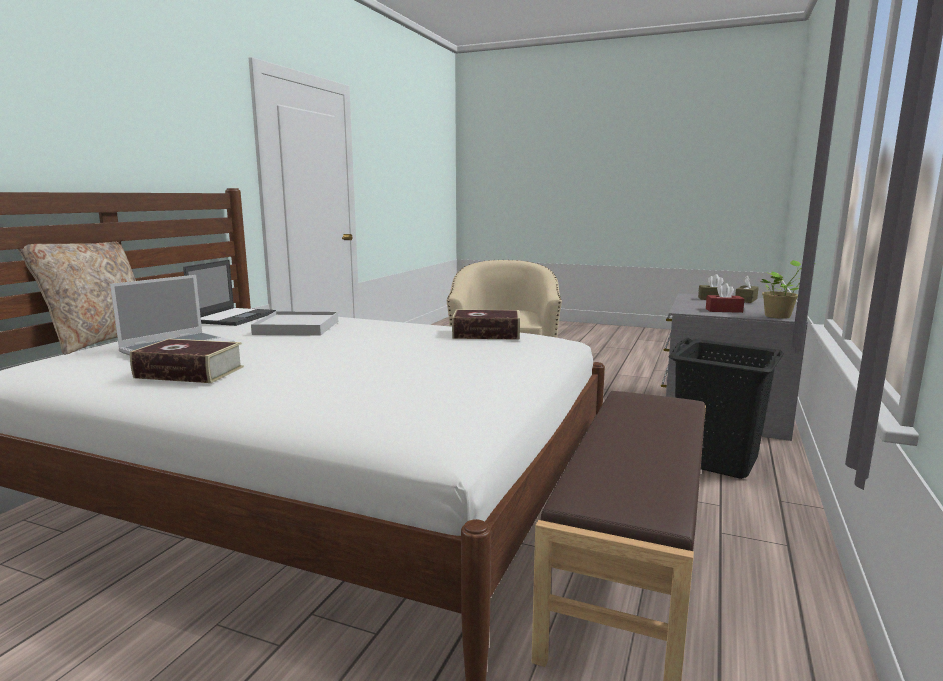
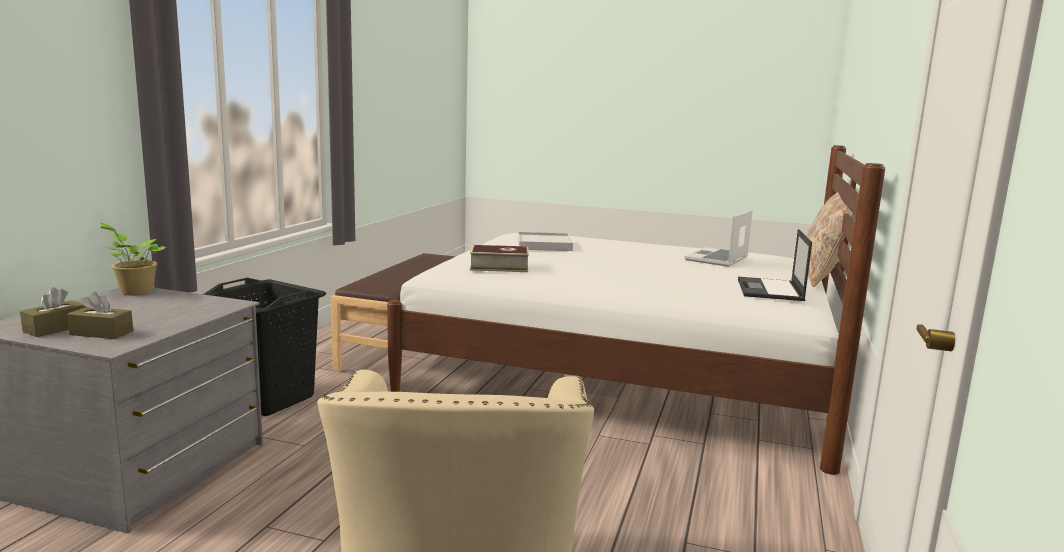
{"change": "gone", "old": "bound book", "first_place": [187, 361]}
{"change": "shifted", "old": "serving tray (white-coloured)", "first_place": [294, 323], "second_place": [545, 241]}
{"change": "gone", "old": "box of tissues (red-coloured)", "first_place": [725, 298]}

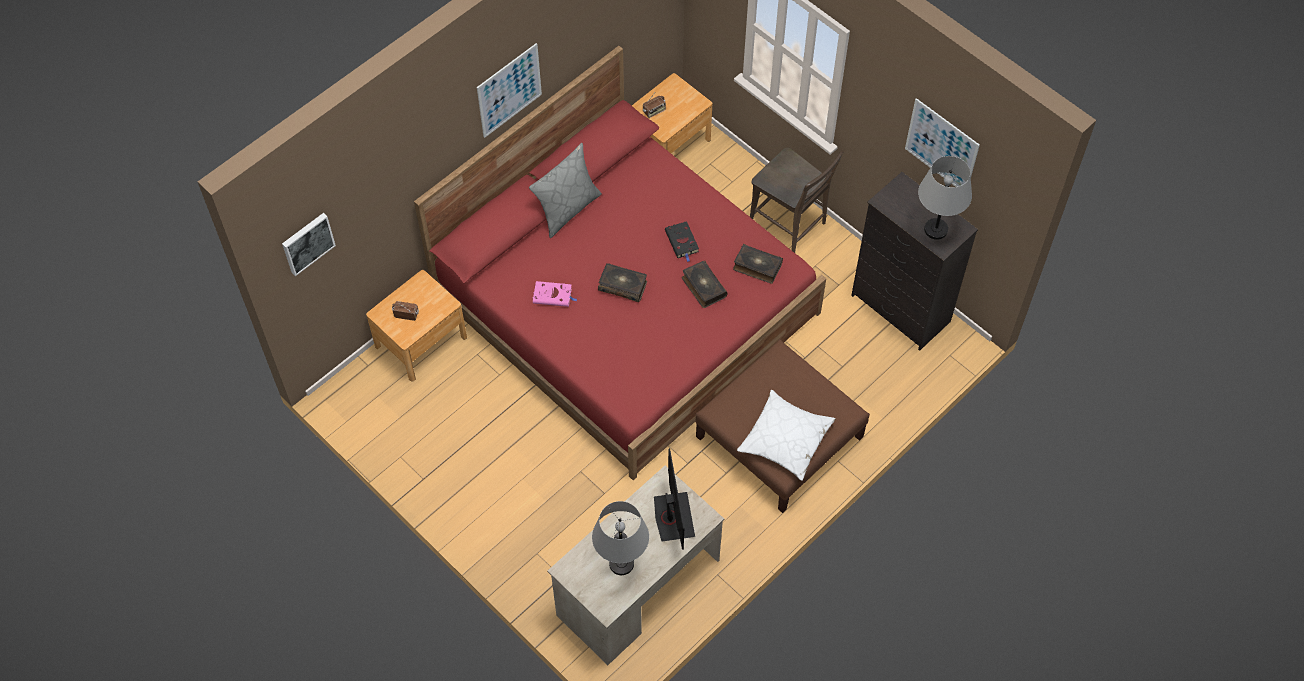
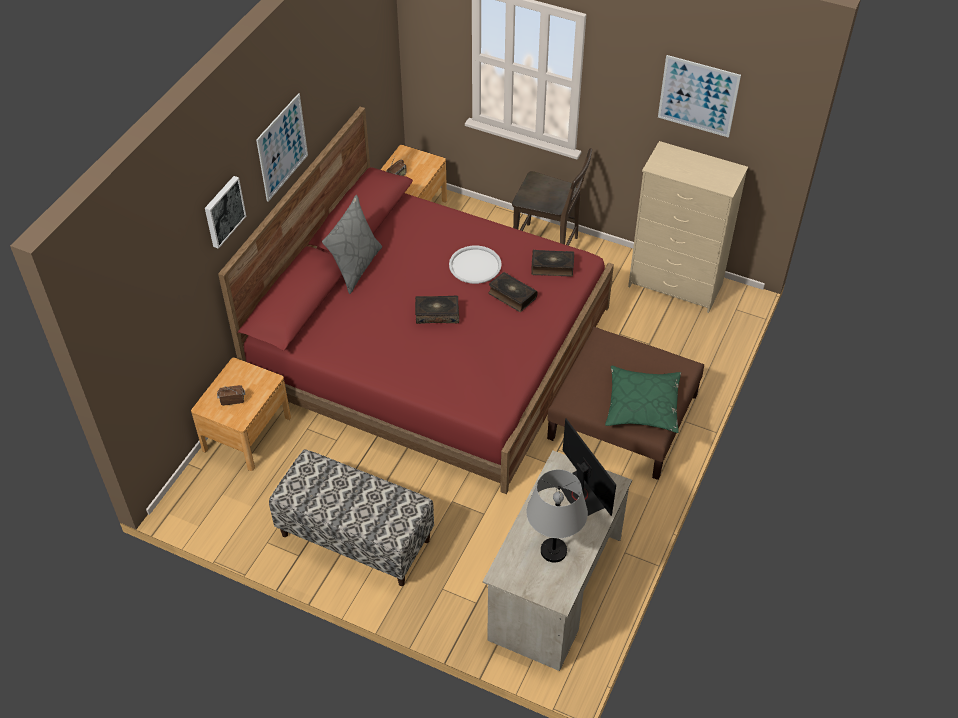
{"change": "shifted", "old": "wall picture", "first_place": [309, 244], "second_place": [225, 212]}
{"change": "gone", "old": "bound book (pink-coloured)", "first_place": [555, 294]}
{"change": "swapped", "old": "bound book (black)", "new": "serving tray (white-coloured)", "first_place": [682, 241], "second_place": [475, 265]}
{"change": "repainted", "old": "cushion (white-coloured)", "new": "cushion (green)", "first_place": [786, 435], "second_place": [643, 399]}
{"change": "repainted", "old": "dresser (black)", "new": "dresser (sand-coloured)", "first_place": [914, 261], "second_place": [688, 227]}
{"change": "gone", "old": "tabletop lamp (grey)", "first_place": [945, 198]}
{"change": "new", "new": "bench", "second_place": [351, 517]}

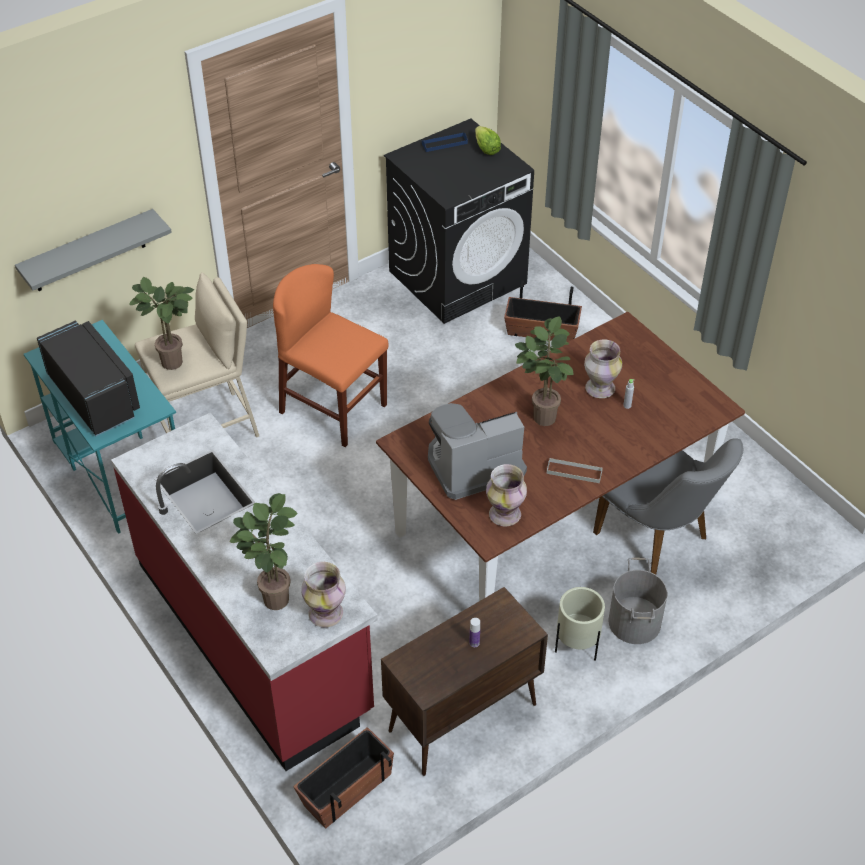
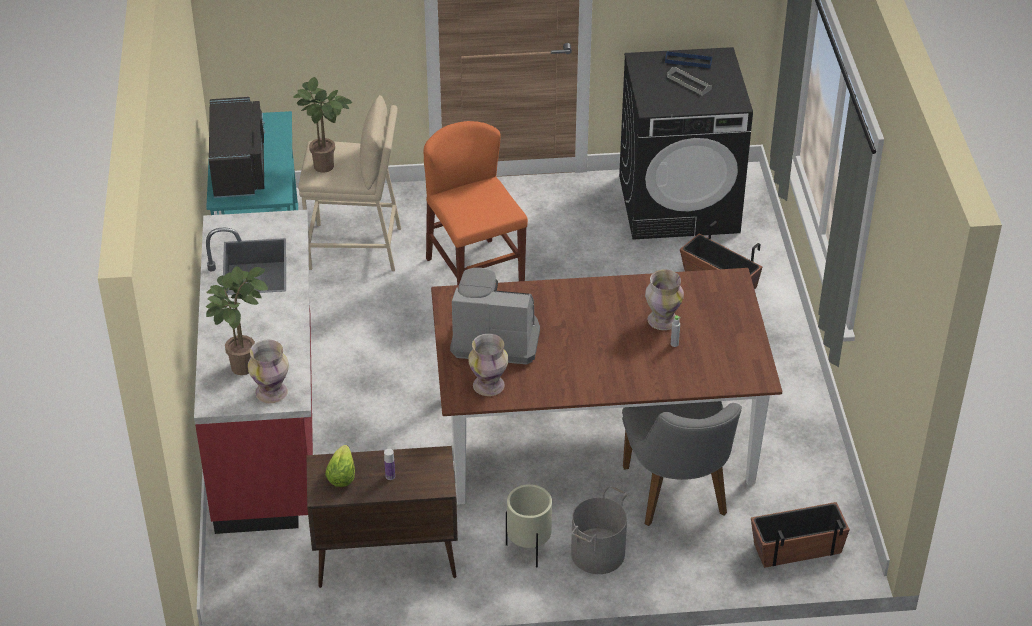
{"change": "gone", "old": "bracket shelf (grey)", "first_place": [93, 250]}
{"change": "shifted", "old": "flower pot", "first_place": [343, 778], "second_place": [800, 535]}
{"change": "shifted", "old": "lettuce", "first_place": [488, 140], "second_place": [340, 466]}
{"change": "gone", "old": "houseplant", "first_place": [544, 371]}
{"change": "shifted", "old": "serving tray (grey)", "first_place": [575, 470], "second_place": [689, 81]}

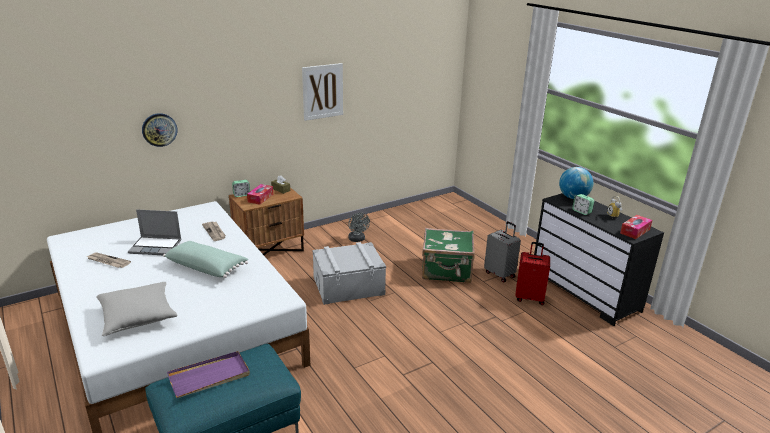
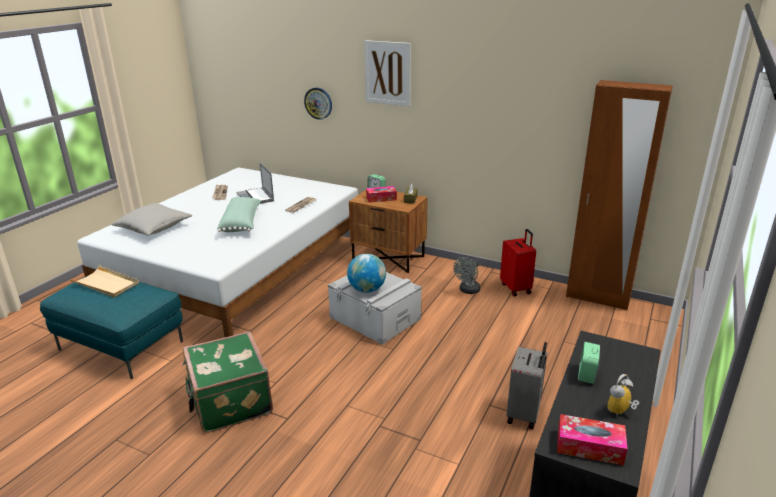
{"change": "repainted", "old": "serving tray (purple-coloured)", "new": "serving tray (sand-coloured)", "first_place": [208, 374], "second_place": [104, 281]}
{"change": "shifted", "old": "wall picture", "first_place": [322, 92], "second_place": [387, 73]}
{"change": "shifted", "old": "piece of luggage (green)", "first_place": [448, 255], "second_place": [227, 382]}
{"change": "shifted", "old": "piece of luggage (red-coloured)", "first_place": [532, 273], "second_place": [518, 262]}
{"change": "shifted", "old": "desk globe", "first_place": [576, 183], "second_place": [366, 273]}
{"change": "new", "new": "clothes cupboard (brown-coloured)", "second_place": [619, 195]}

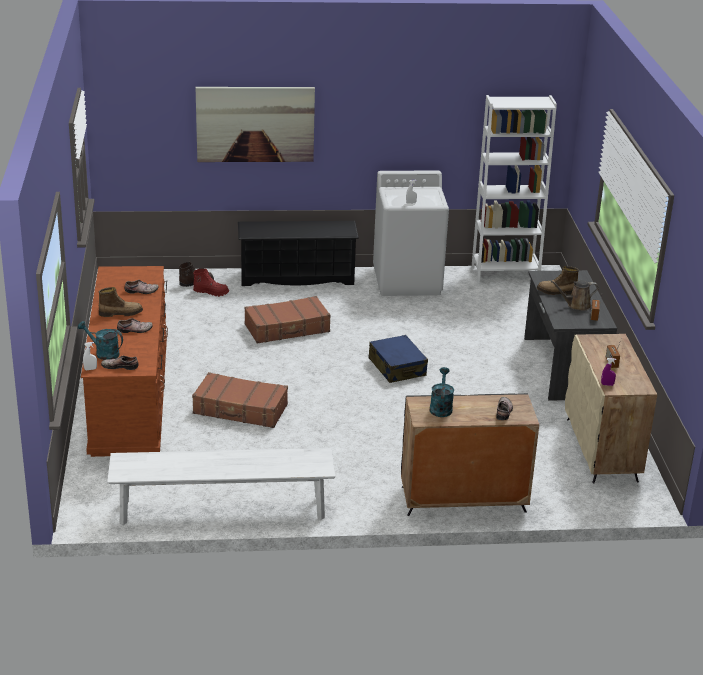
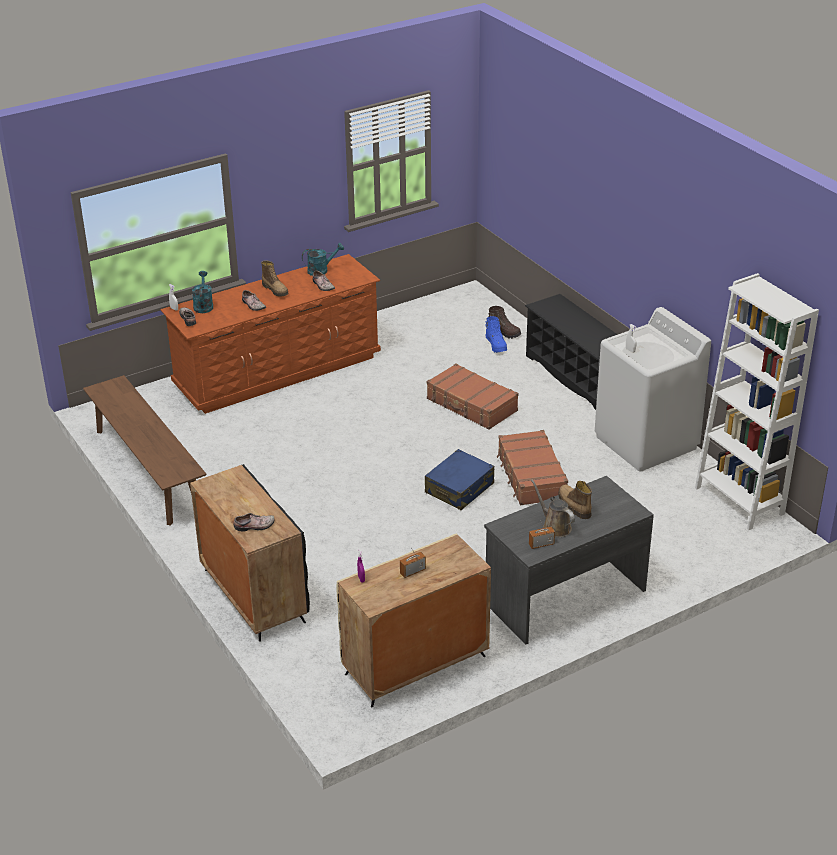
{"change": "repainted", "old": "bench (white-coloured)", "new": "bench (brown-coloured)", "first_place": [221, 486], "second_place": [144, 450]}
{"change": "shifted", "old": "piece of luggage (brown-coloured)", "first_place": [240, 400], "second_place": [532, 467]}
{"change": "repainted", "old": "boot (red-coloured)", "new": "boot (bluish)", "first_place": [211, 283], "second_place": [496, 334]}
{"change": "gone", "old": "wall picture", "first_place": [255, 124]}
{"change": "shifted", "old": "watering pot (turquoise-coloured)", "first_place": [442, 392], "second_place": [323, 259]}

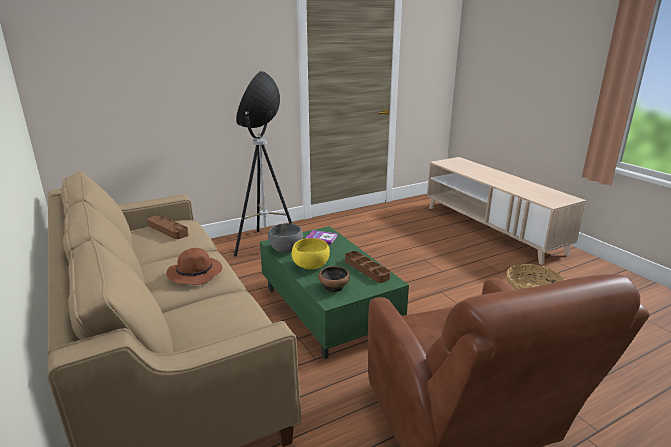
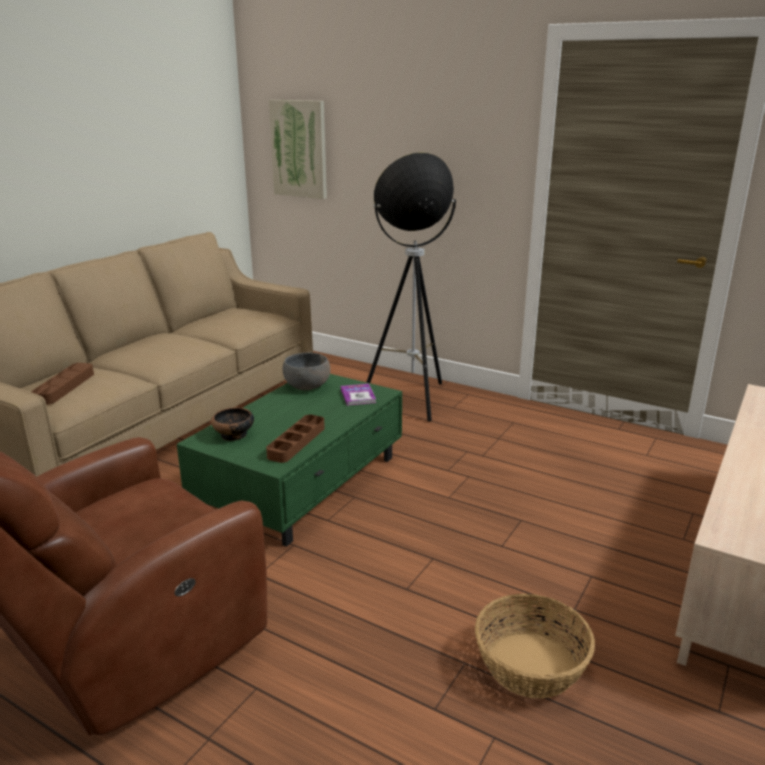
{"change": "shifted", "old": "serving tray (brown-coloured)", "first_place": [168, 227], "second_place": [62, 384]}
{"change": "gone", "old": "hat (brown-coloured)", "first_place": [194, 266]}
{"change": "gone", "old": "serving bowl (yellow-coloured)", "first_place": [311, 253]}
{"change": "new", "new": "wall picture", "second_place": [298, 149]}

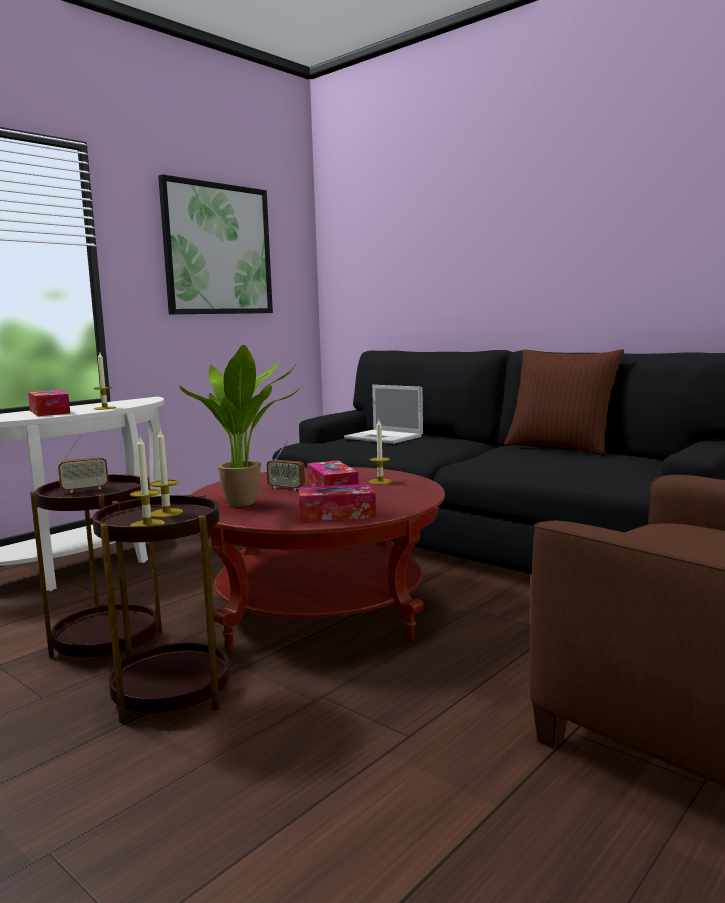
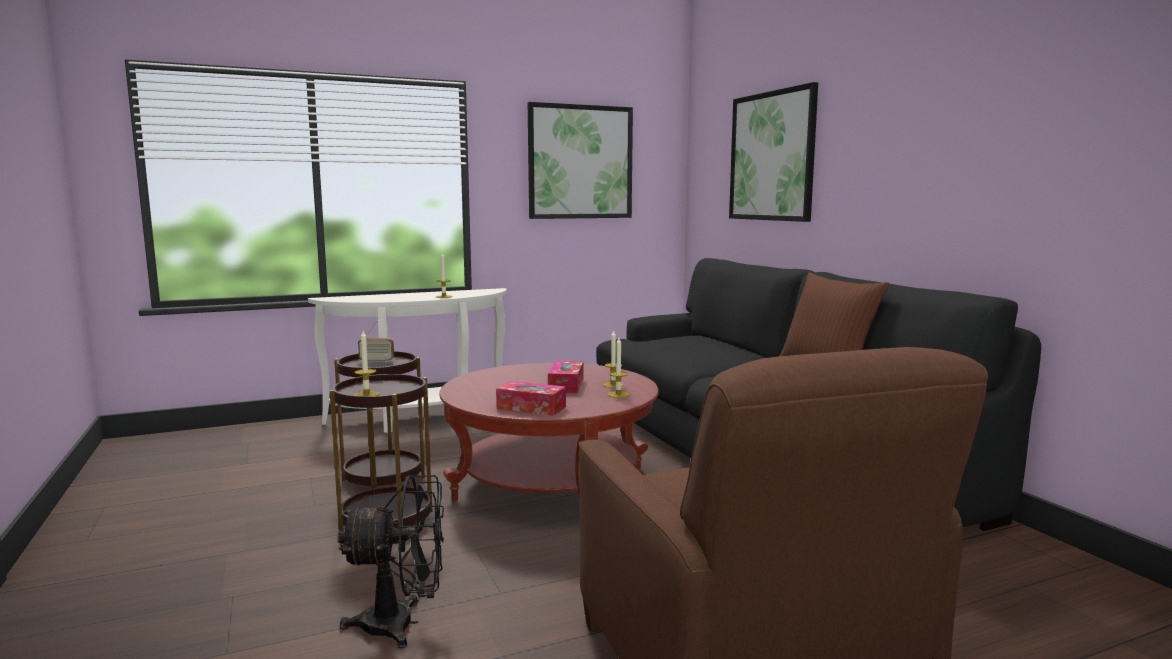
{"change": "gone", "old": "box of tissues", "first_place": [49, 403]}
{"change": "shifted", "old": "wax candle", "first_place": [166, 474], "second_place": [618, 368]}
{"change": "gone", "old": "houseplant", "first_place": [239, 426]}
{"change": "gone", "old": "radio set", "first_place": [286, 465]}
{"change": "gone", "old": "portable computer", "first_place": [383, 414]}
{"change": "new", "new": "fan (black)", "second_place": [390, 561]}
{"change": "new", "new": "wall picture", "second_place": [773, 152]}

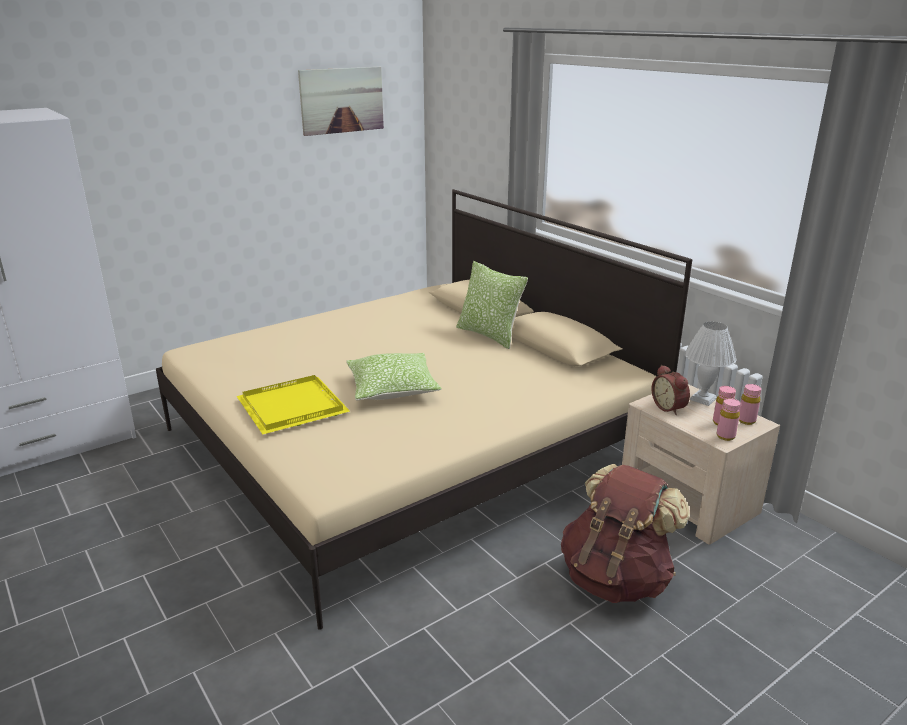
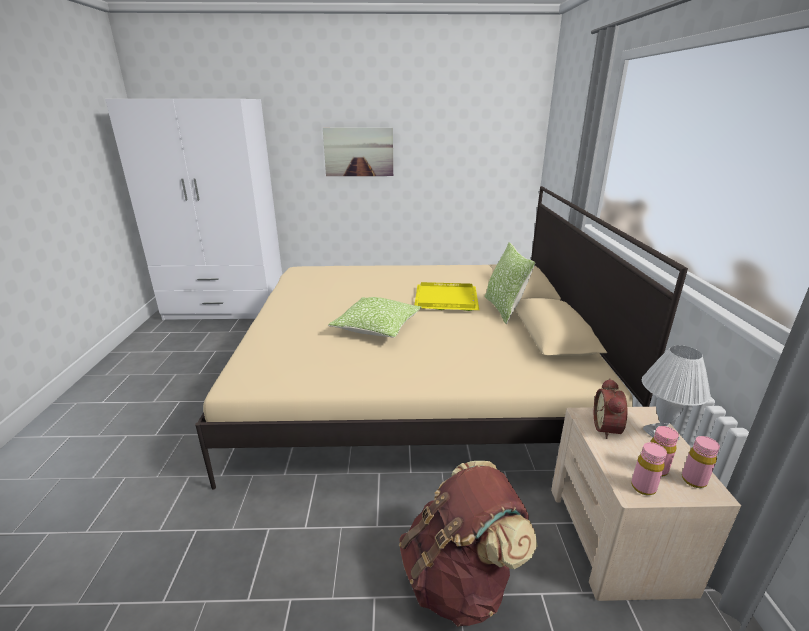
{"change": "shifted", "old": "serving tray (yellow-coloured)", "first_place": [293, 404], "second_place": [446, 296]}
{"change": "shifted", "old": "wall picture", "first_place": [341, 101], "second_place": [358, 152]}

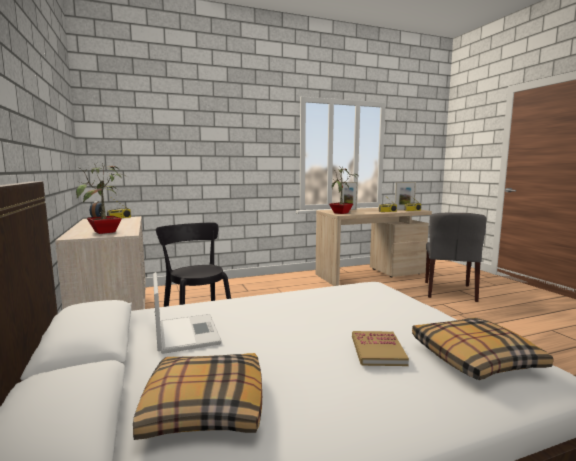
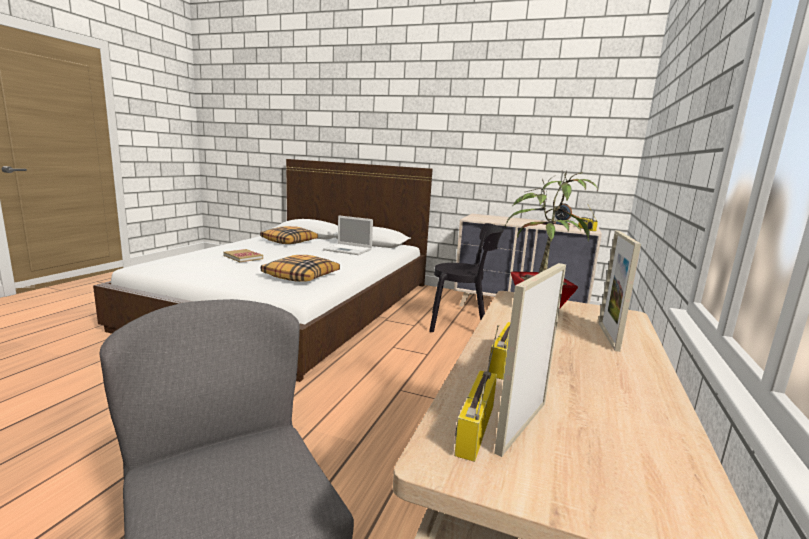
{"change": "gone", "old": "houseplant", "first_place": [100, 198]}
{"change": "shifted", "old": "cushion", "first_place": [482, 348], "second_place": [300, 268]}

